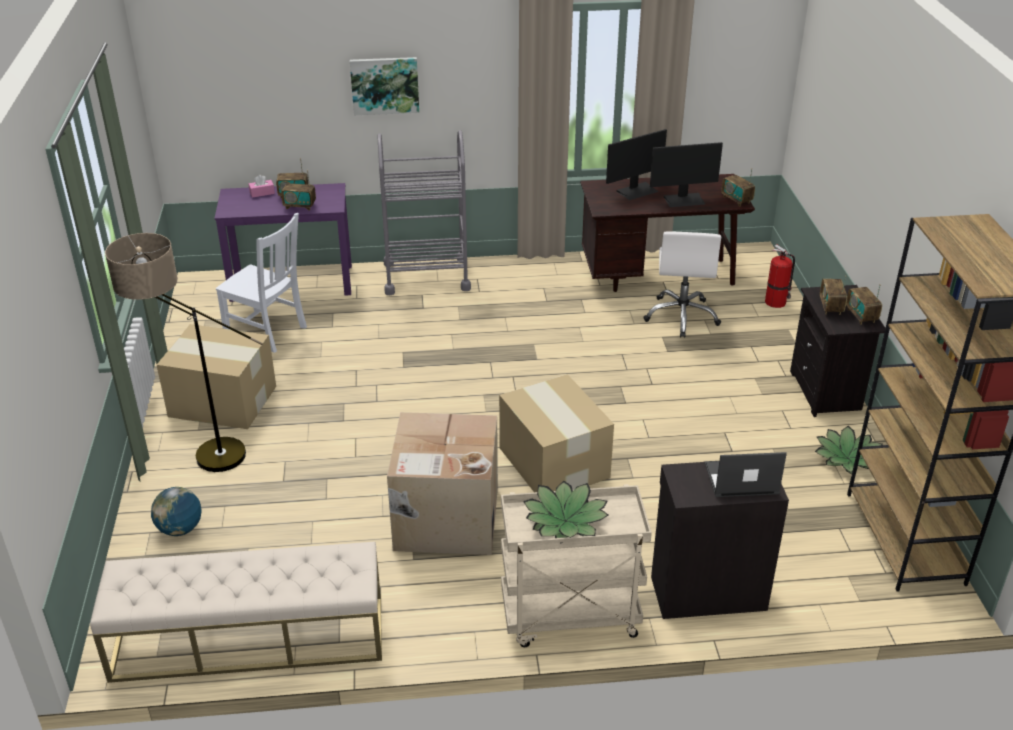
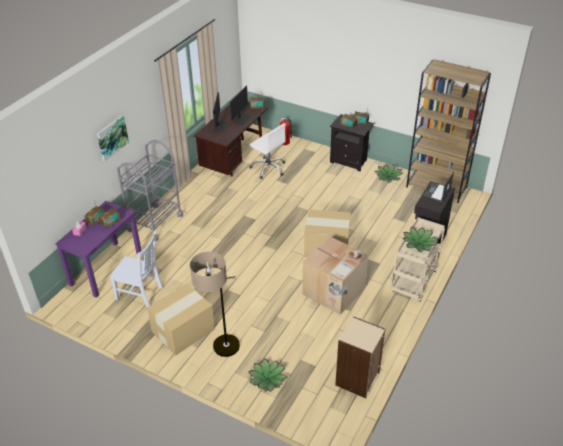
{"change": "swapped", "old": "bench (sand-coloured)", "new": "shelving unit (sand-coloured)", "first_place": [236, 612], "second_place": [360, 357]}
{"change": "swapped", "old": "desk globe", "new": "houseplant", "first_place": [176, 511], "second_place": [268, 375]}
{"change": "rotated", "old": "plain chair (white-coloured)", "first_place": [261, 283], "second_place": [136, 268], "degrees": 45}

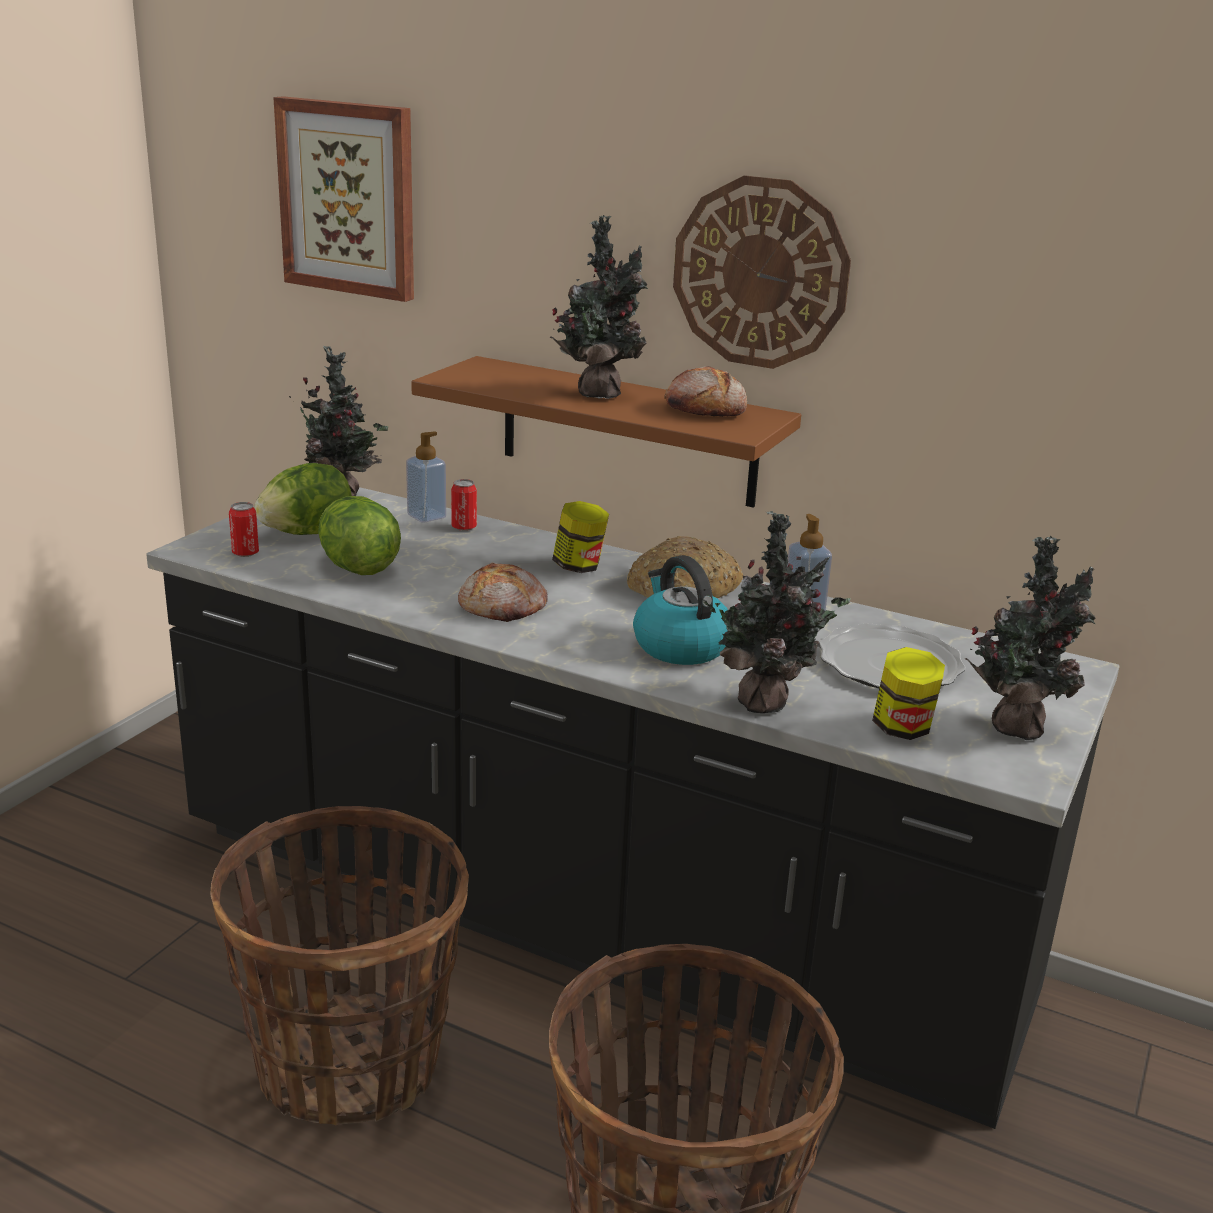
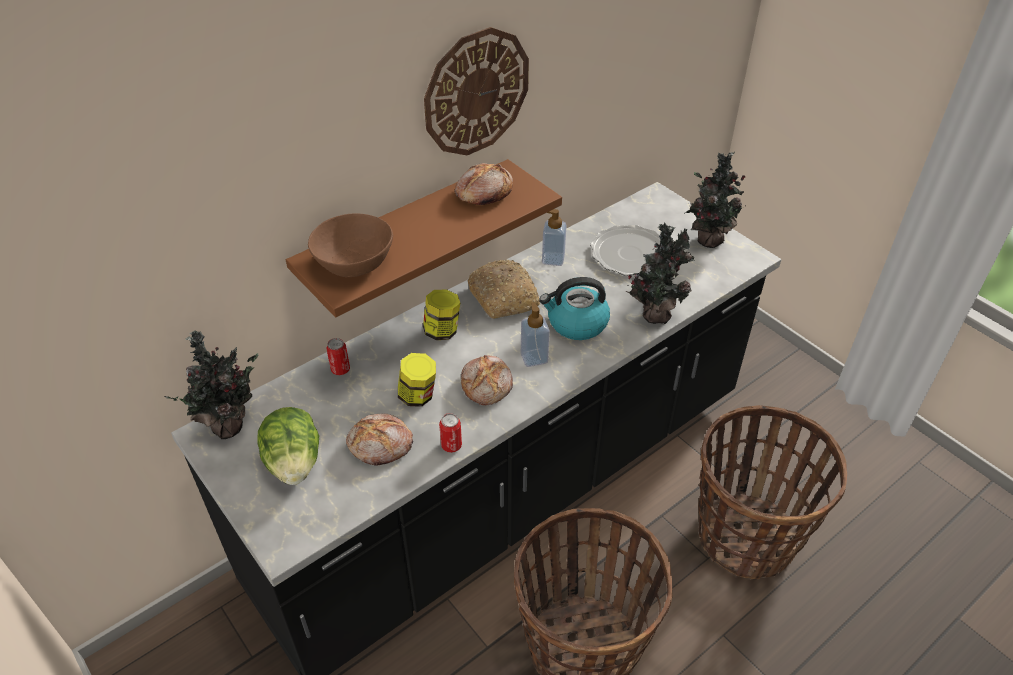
{"change": "shifted", "old": "metal can", "first_place": [244, 529], "second_place": [450, 433]}
{"change": "gone", "old": "wall picture", "first_place": [343, 199]}
{"change": "swapped", "old": "lettuce", "new": "bakery bread", "first_place": [359, 535], "second_place": [379, 439]}
{"change": "shifted", "old": "liquid soap bottle", "first_place": [426, 477], "second_place": [535, 334]}
{"change": "gone", "old": "houseplant", "first_place": [598, 307]}
{"change": "shifted", "old": "jar", "first_place": [908, 693], "second_place": [417, 380]}
{"change": "new", "new": "serving bowl (brown-coloured)", "second_place": [350, 245]}

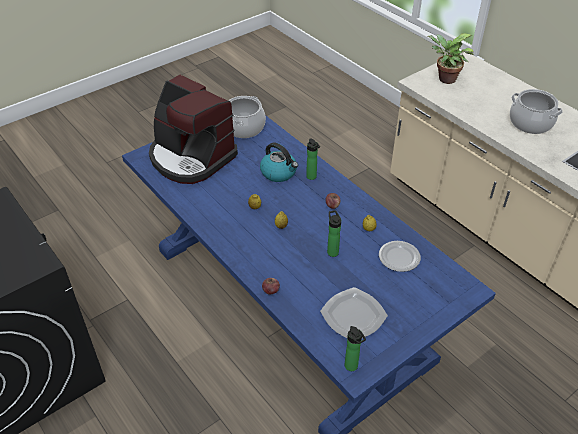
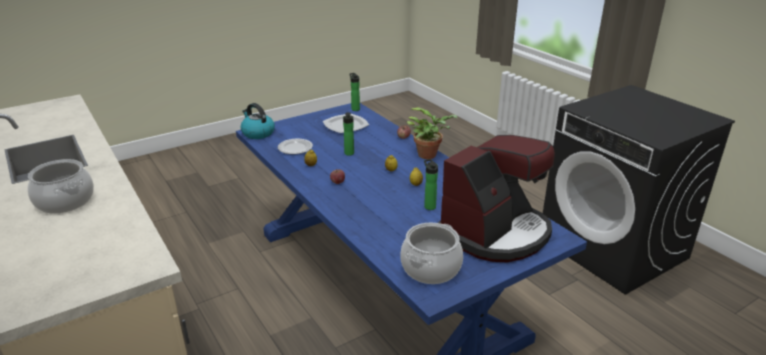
{"change": "rotated", "old": "coffee machine", "first_place": [193, 129], "second_place": [496, 198], "degrees": 90}
{"change": "shifted", "old": "tea kettle", "first_place": [279, 162], "second_place": [258, 121]}
{"change": "shifted", "old": "drink bottle", "first_place": [313, 159], "second_place": [431, 184]}
{"change": "shifted", "old": "houseplant", "first_place": [451, 59], "second_place": [432, 133]}

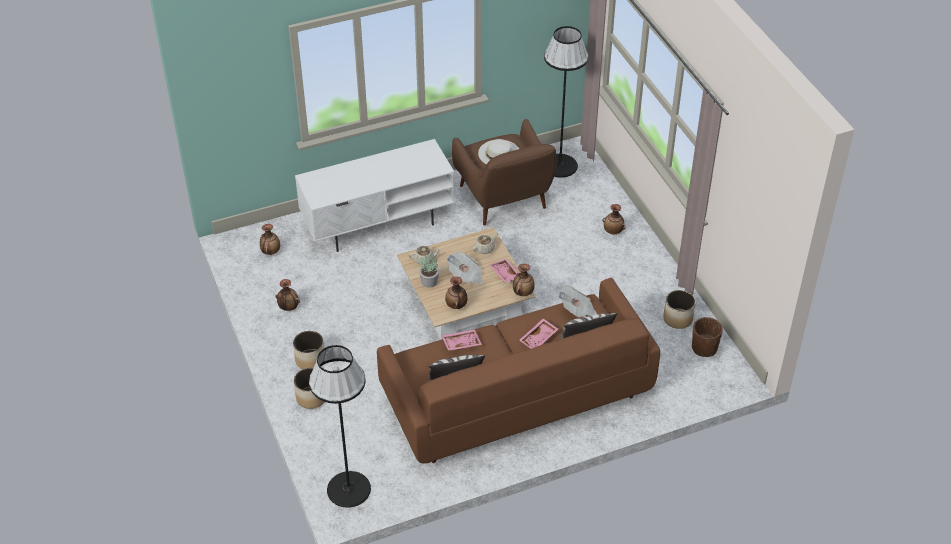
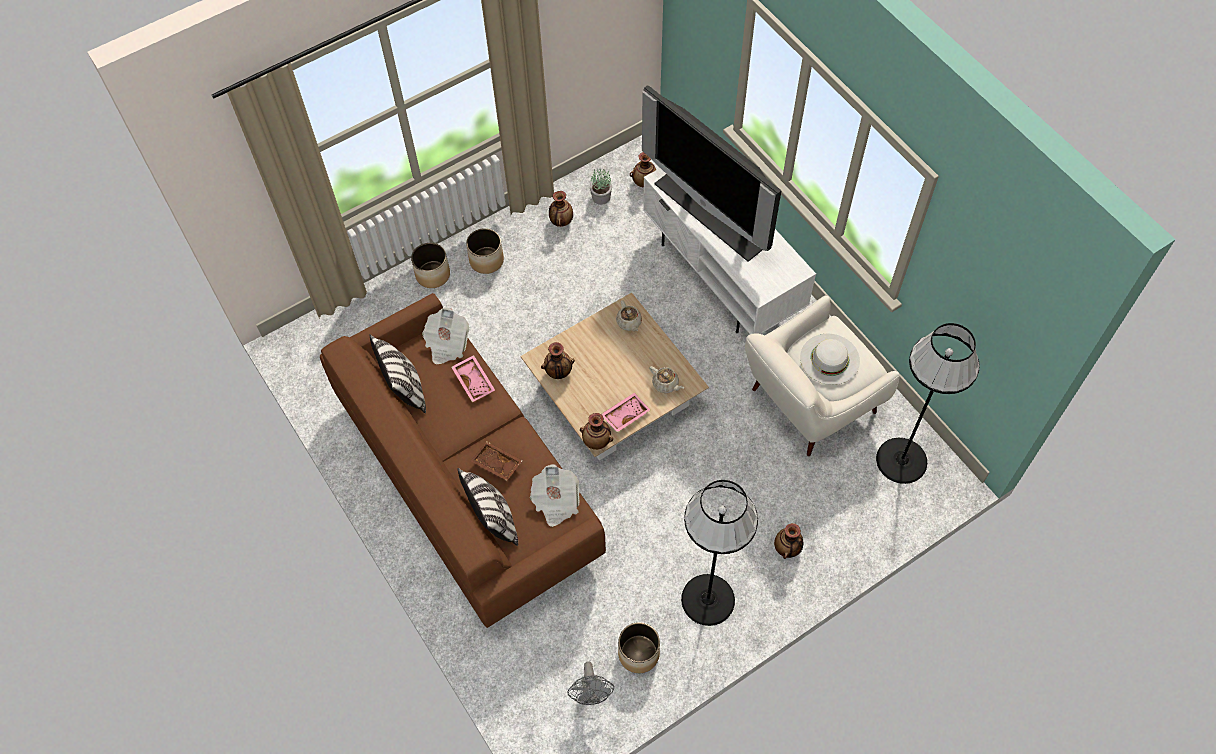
{"change": "shifted", "old": "standard lamp (black)", "first_place": [340, 426], "second_place": [719, 553]}
{"change": "shifted", "old": "houseplant", "first_place": [429, 270], "second_place": [601, 187]}
{"change": "shifted", "old": "newspaper", "first_place": [465, 268], "second_place": [446, 336]}
{"change": "repainted", "old": "lounge chair (brown-coloured)", "new": "lounge chair (white-coloured)", "first_place": [504, 172], "second_place": [822, 375]}
{"change": "repainted", "old": "serving tray (pink-coloured)", "new": "serving tray (brown-coloured)", "first_place": [538, 334], "second_place": [497, 461]}
{"change": "swapped", "old": "flower pot (brown-coloured)", "new": "fan (grey)", "first_place": [707, 337], "second_place": [590, 683]}
{"change": "new", "new": "television", "second_place": [712, 173]}

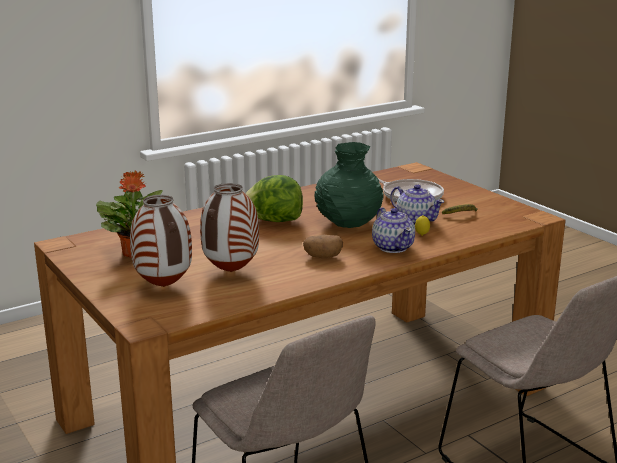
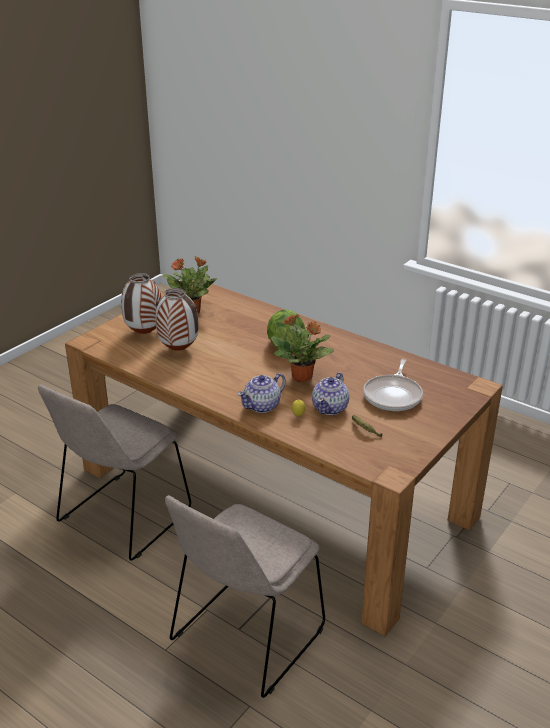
{"change": "gone", "old": "potato", "first_place": [323, 246]}
{"change": "swapped", "old": "decorative vase (green)", "new": "houseplant", "first_place": [349, 185], "second_place": [302, 348]}

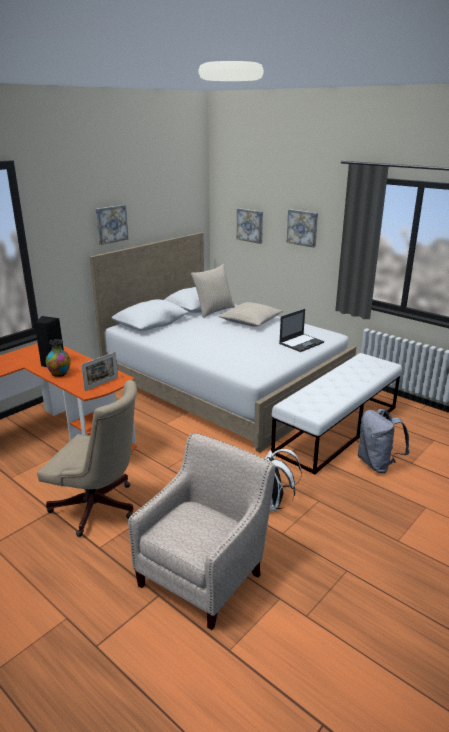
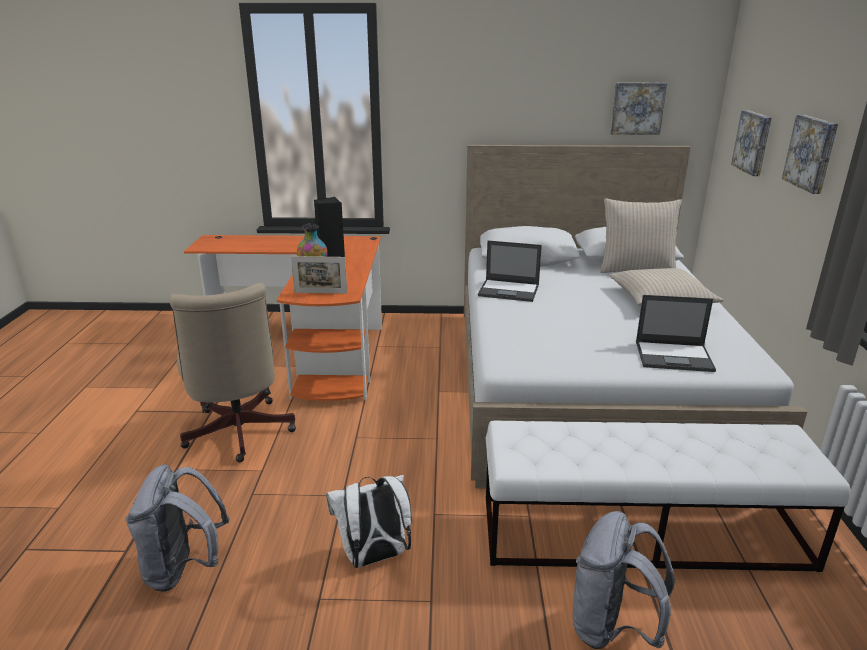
{"change": "shifted", "old": "wall picture", "first_place": [112, 225], "second_place": [638, 109]}
{"change": "swapped", "old": "lounge chair (sand-coloured)", "new": "backpack (grey)", "first_place": [201, 531], "second_place": [178, 528]}
{"change": "new", "new": "portable computer", "second_place": [510, 271]}

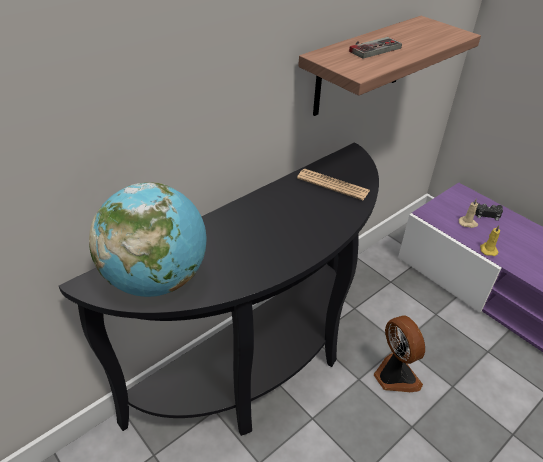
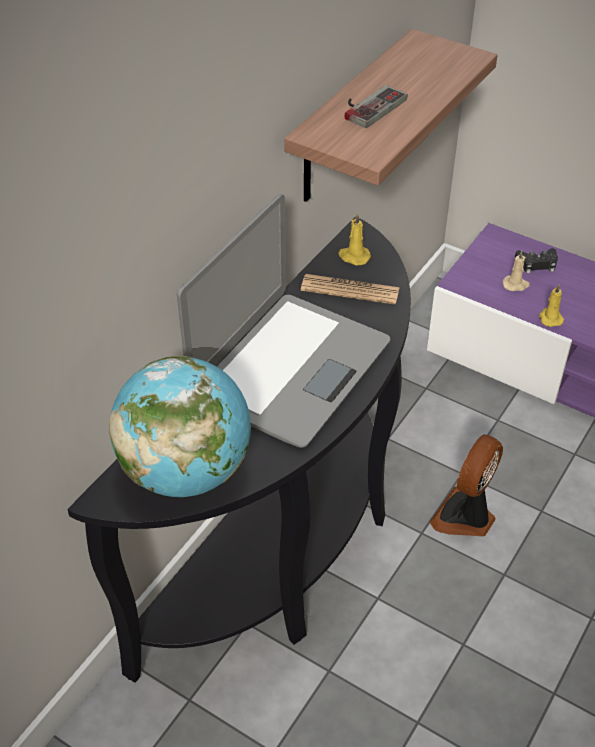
{"change": "rotated", "old": "fan", "first_place": [399, 353], "second_place": [466, 485], "degrees": -105}
{"change": "new", "new": "portable computer", "second_place": [283, 321]}
{"change": "new", "new": "wax candle (yellow-coloured)", "second_place": [354, 239]}

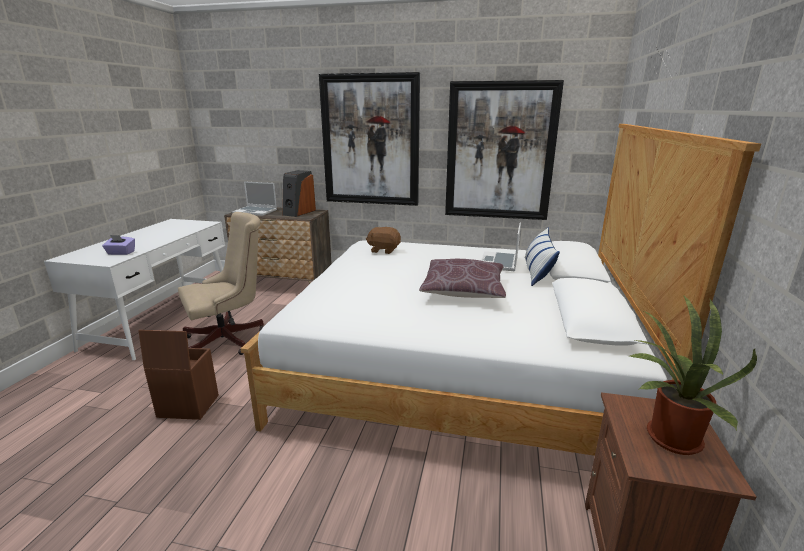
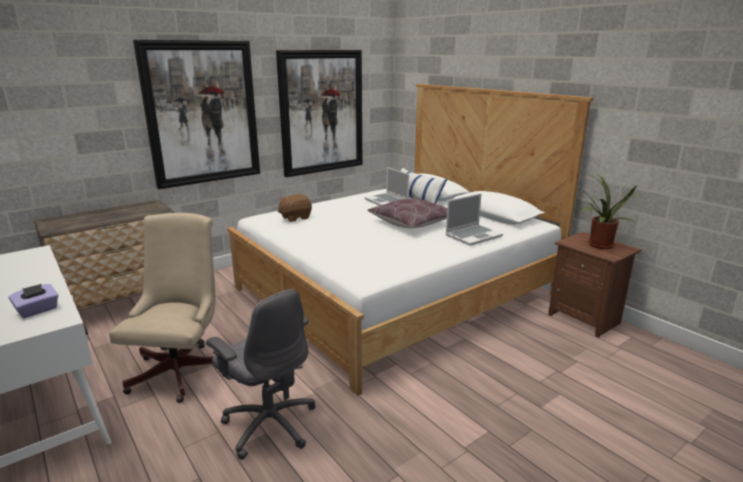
{"change": "swapped", "old": "storage bin (brown-coloured)", "new": "computer chair (grey)", "first_place": [178, 375], "second_place": [261, 374]}
{"change": "shifted", "old": "portable computer", "first_place": [254, 198], "second_place": [474, 220]}
{"change": "gone", "old": "speaker", "first_place": [299, 193]}

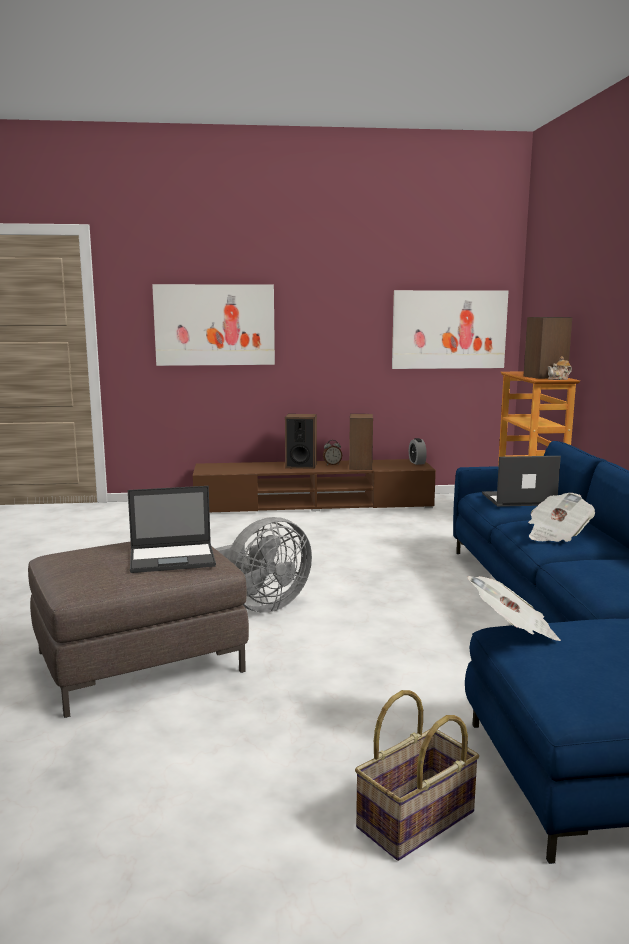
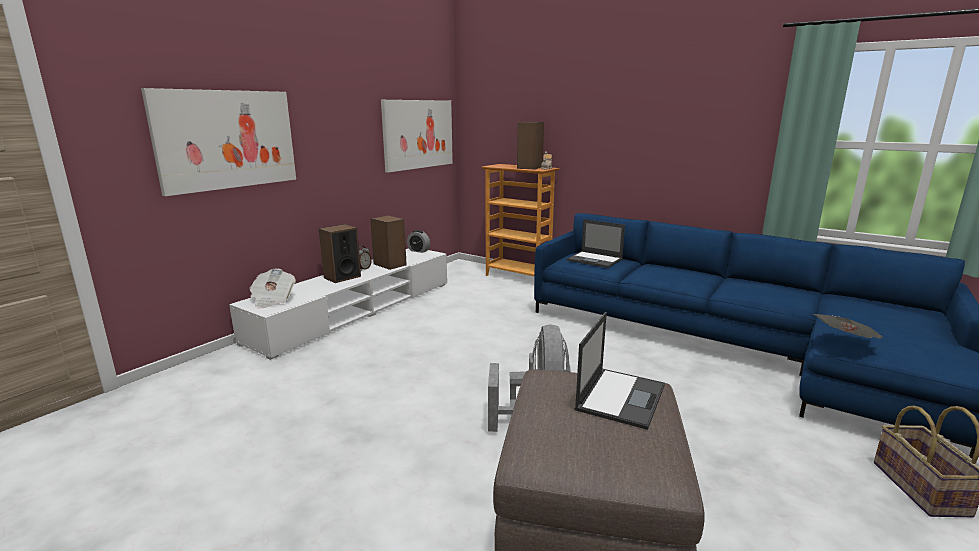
{"change": "repainted", "old": "media console (brown-coloured)", "new": "media console (white-coloured)", "first_place": [314, 485], "second_place": [338, 304]}
{"change": "rotated", "old": "portable computer", "first_place": [521, 481], "second_place": [596, 243], "degrees": -90}
{"change": "shifted", "old": "newspaper", "first_place": [561, 517], "second_place": [272, 289]}

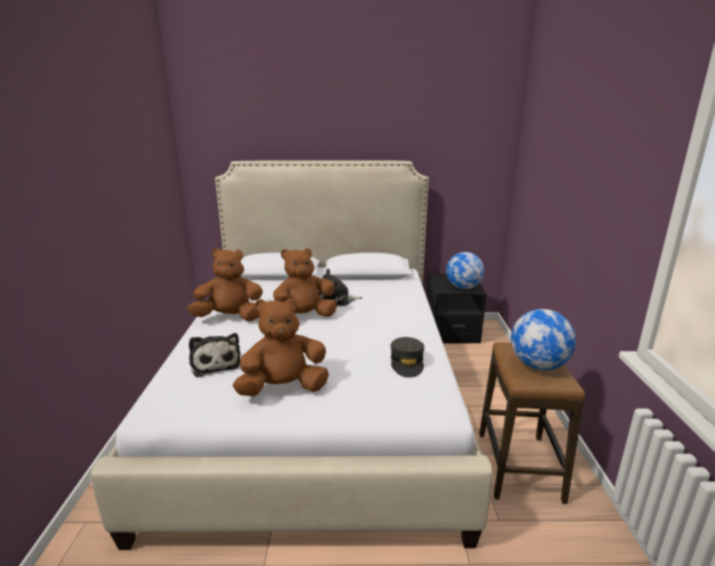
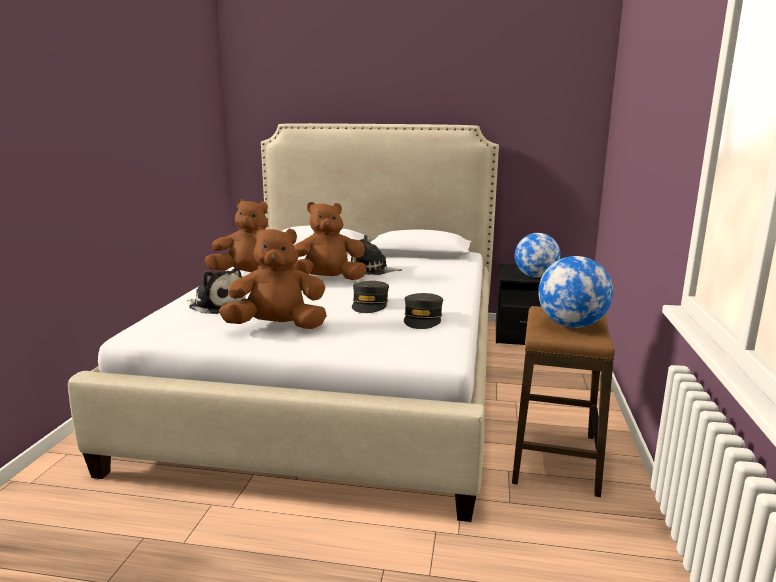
{"change": "rotated", "old": "cuddly toy", "first_place": [214, 355], "second_place": [217, 290], "degrees": -45}
{"change": "new", "new": "peaked cap (grey)", "second_place": [370, 297]}

